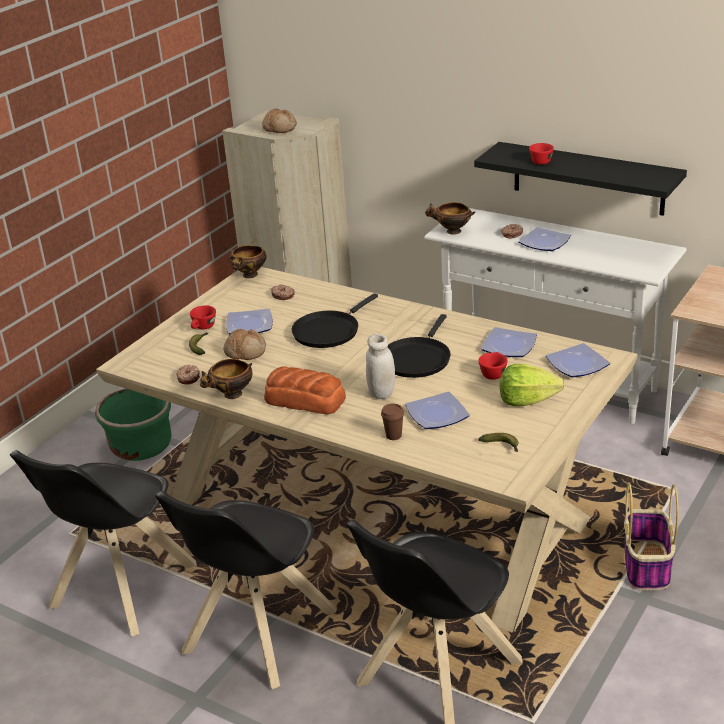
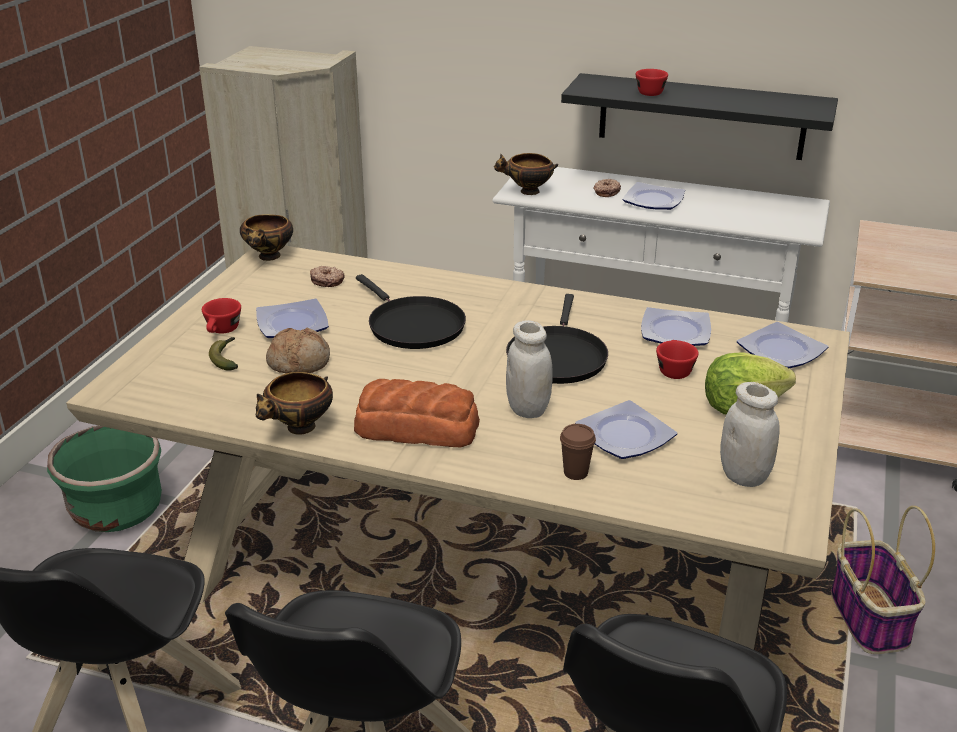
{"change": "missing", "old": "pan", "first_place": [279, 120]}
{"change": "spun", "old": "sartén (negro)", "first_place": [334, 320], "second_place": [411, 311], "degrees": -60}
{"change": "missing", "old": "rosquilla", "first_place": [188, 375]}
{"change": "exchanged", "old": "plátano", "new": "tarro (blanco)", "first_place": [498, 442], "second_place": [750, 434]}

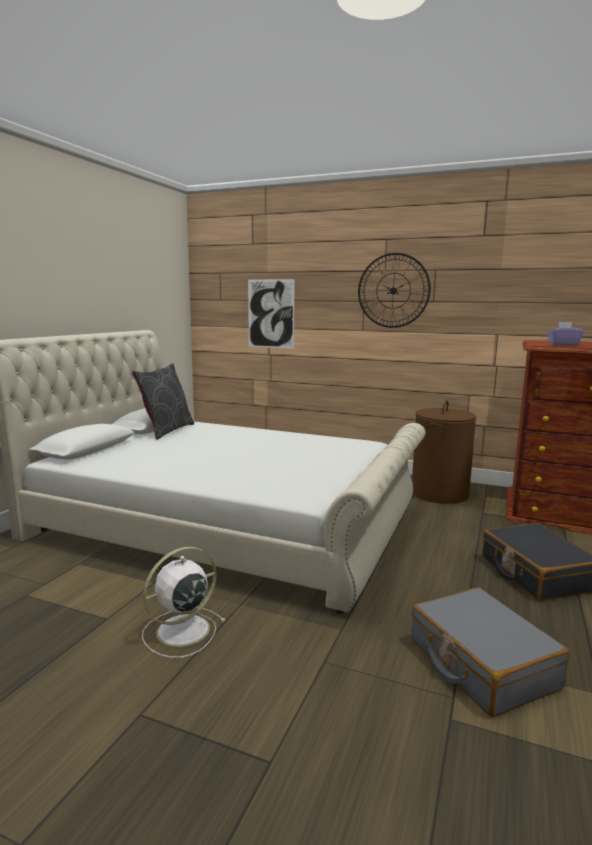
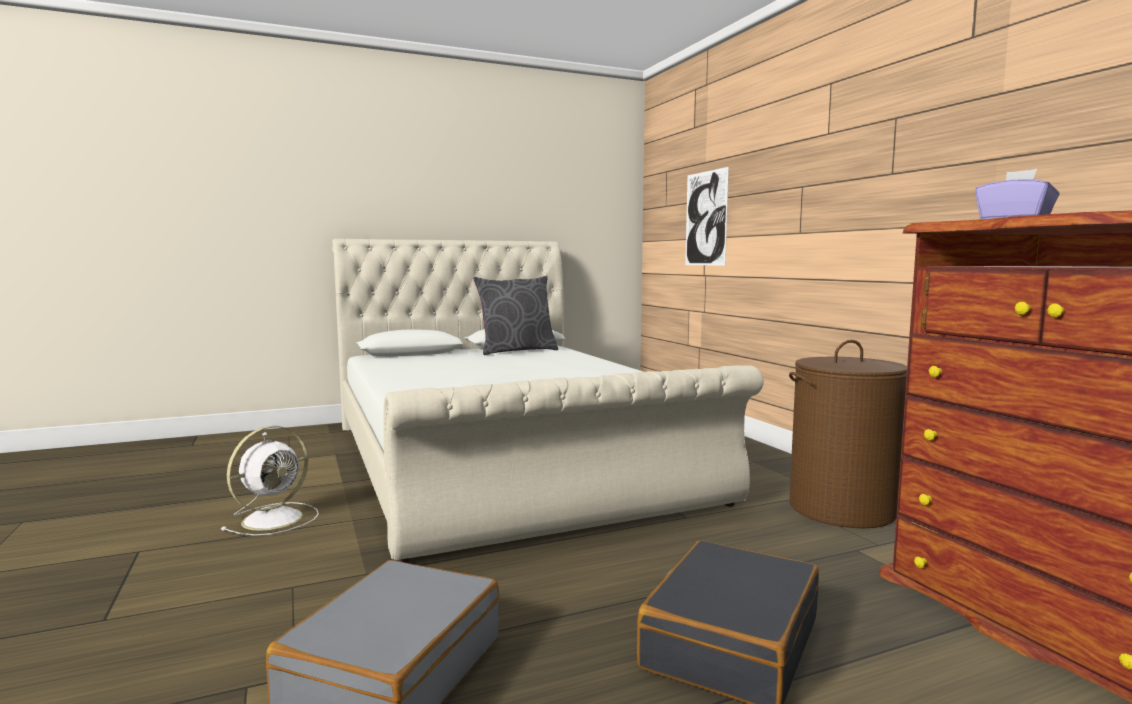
{"change": "missing", "old": "reloj de pared", "first_place": [394, 290]}
{"change": "spun", "old": "ventilador (blanco)", "first_place": [184, 602], "second_place": [270, 481], "degrees": 120}

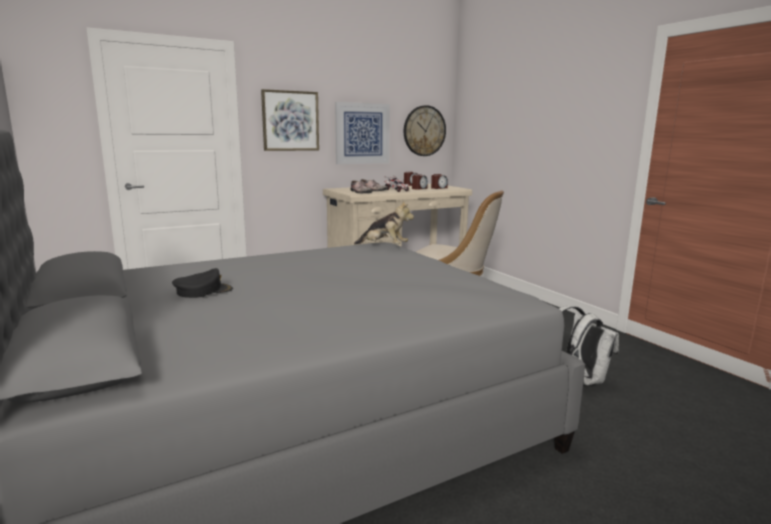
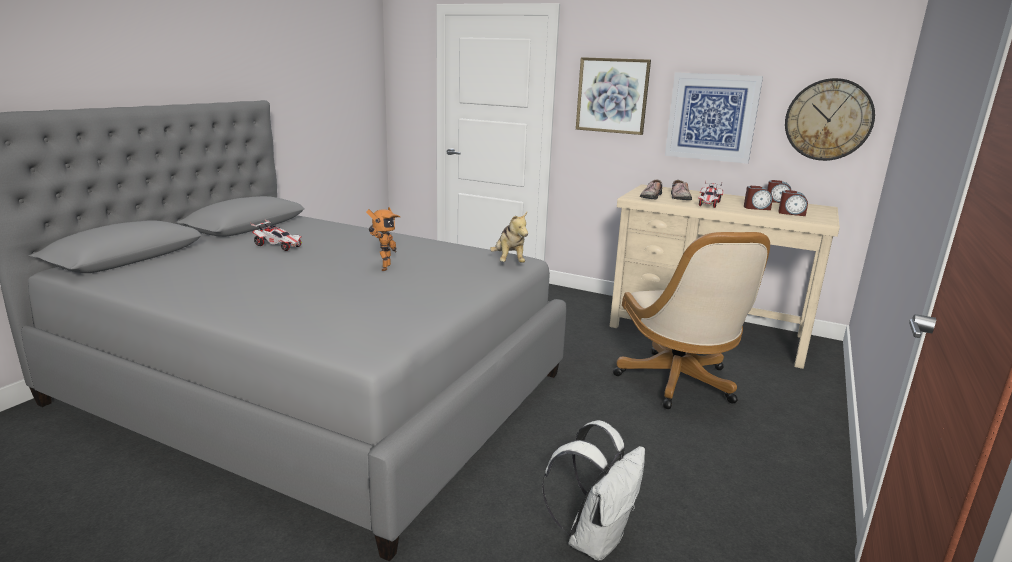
{"change": "exchanged", "old": "gorra (negro)", "new": "coche de juguete", "first_place": [202, 283], "second_place": [276, 235]}
{"change": "appeared", "new": "robot de juguete", "second_place": [383, 239]}

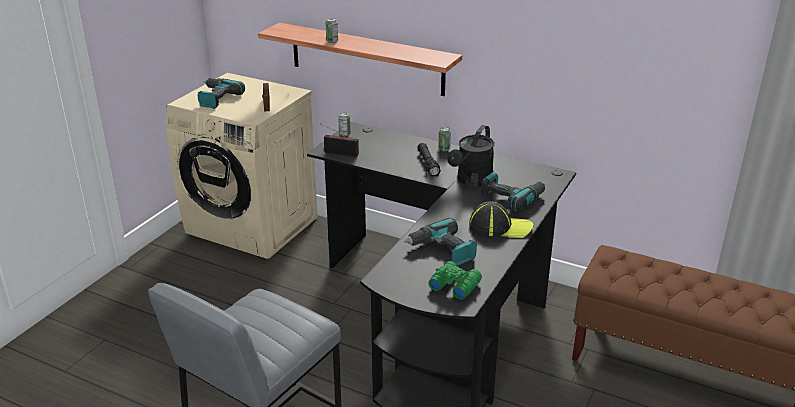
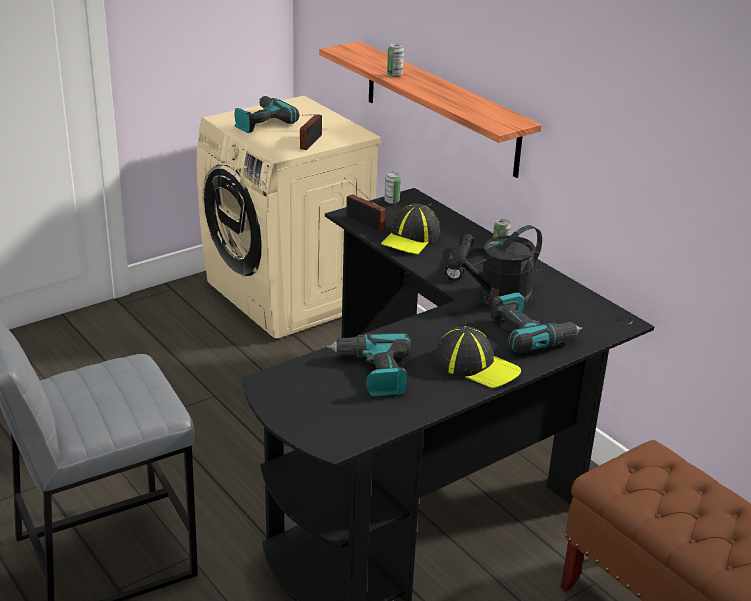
{"change": "missing", "old": "prismáticos (verde)", "first_place": [455, 280]}
{"change": "appeared", "new": "gorra", "second_place": [410, 229]}

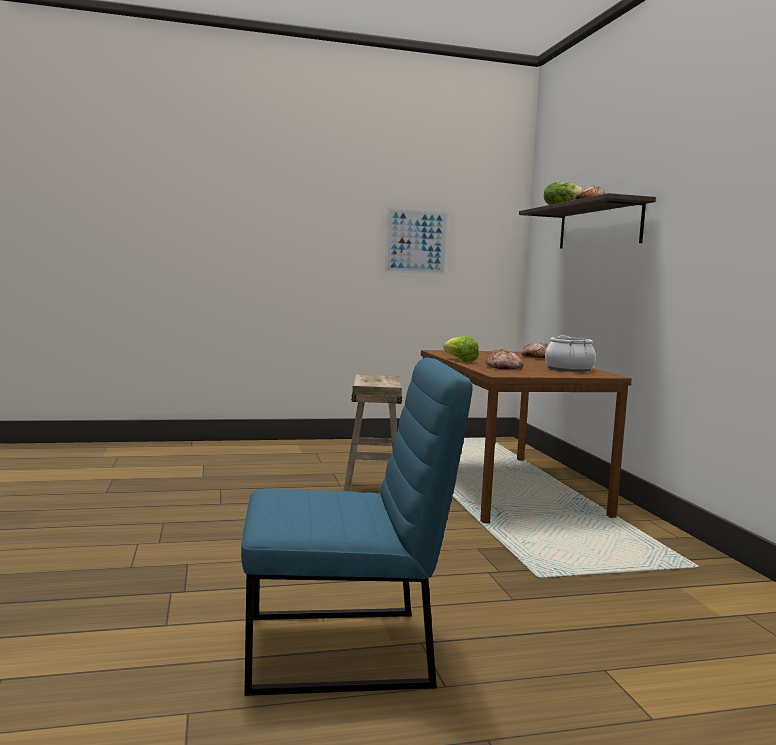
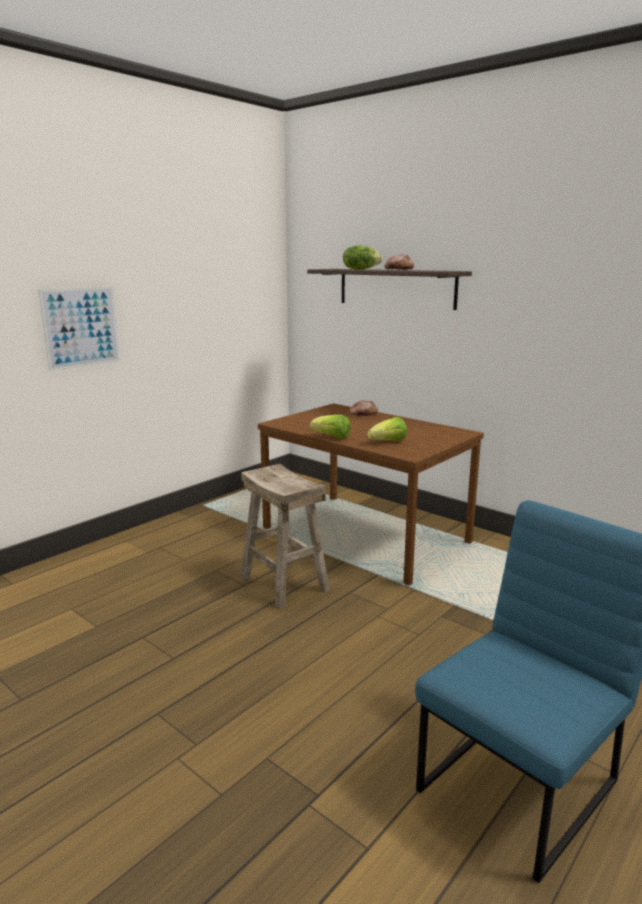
{"change": "relocated", "old": "cuadro", "first_place": [416, 241], "second_place": [79, 328]}
{"change": "missing", "old": "olla", "first_place": [570, 354]}
{"change": "exchanged", "old": "pan", "new": "lechuga", "first_place": [504, 359], "second_place": [387, 429]}

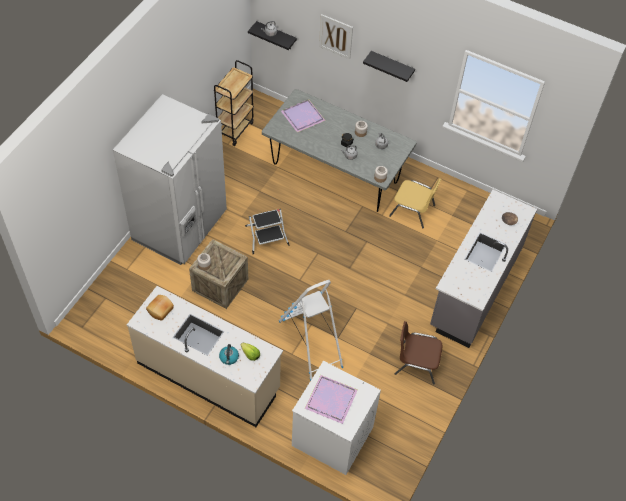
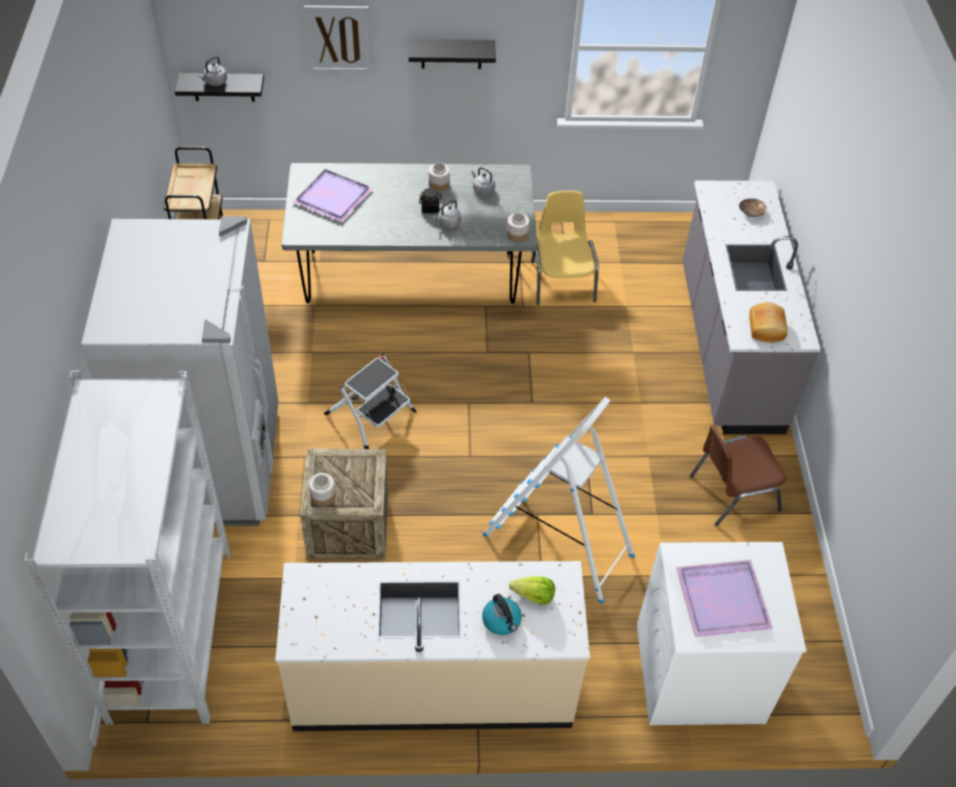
{"change": "spun", "old": "silla (amarillo)", "first_place": [415, 203], "second_place": [565, 248], "degrees": -90}
{"change": "relocated", "old": "pan", "first_place": [160, 308], "second_place": [768, 322]}
{"change": "appeared", "new": "estantería (blanco)", "second_place": [127, 547]}

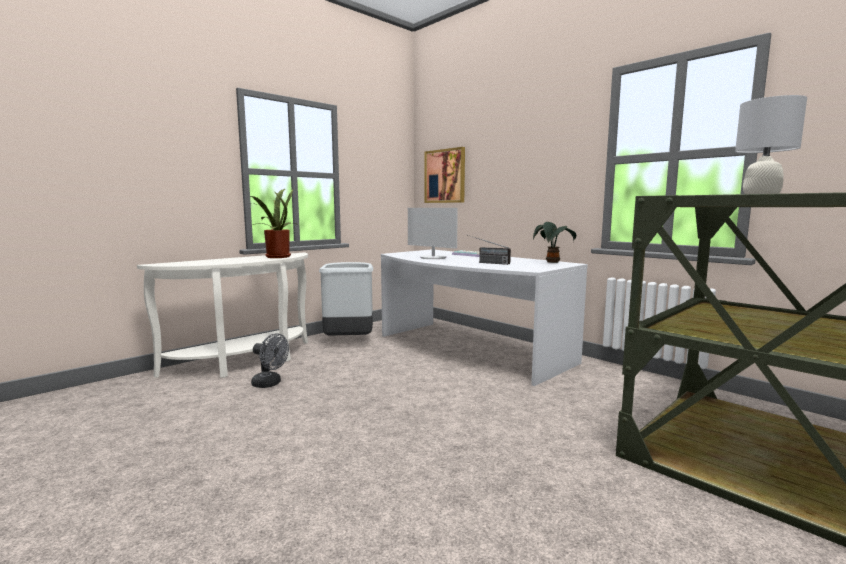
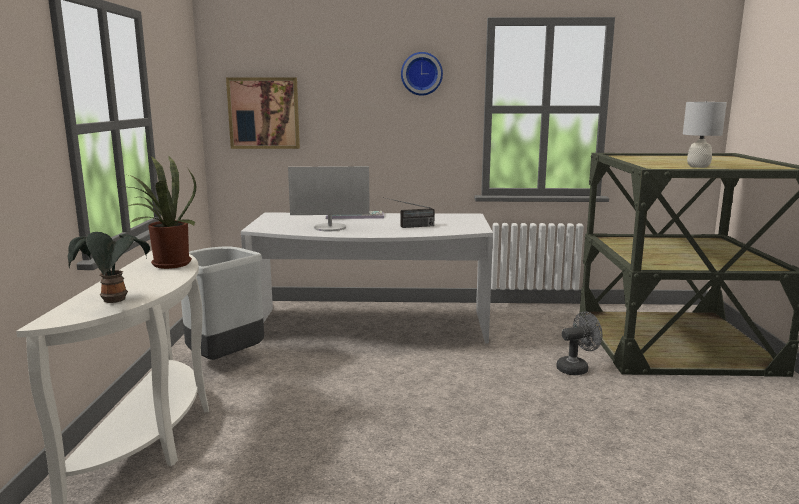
{"change": "relocated", "old": "planta en maceta", "first_place": [554, 242], "second_place": [108, 267]}
{"change": "relocated", "old": "ventilador (gris)", "first_place": [270, 360], "second_place": [579, 343]}
{"change": "appeared", "new": "reloj de pared", "second_place": [422, 74]}

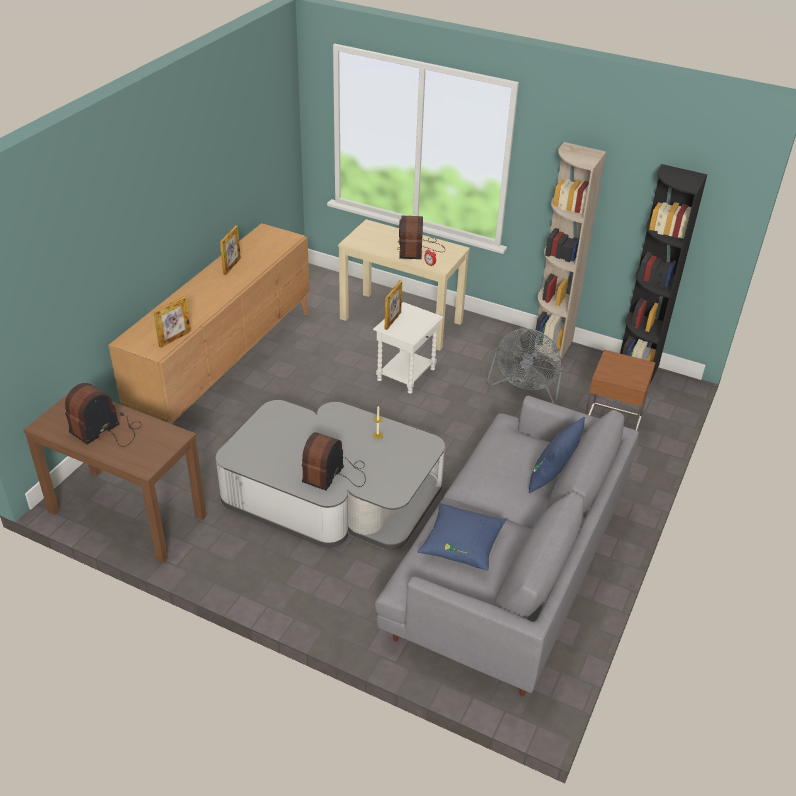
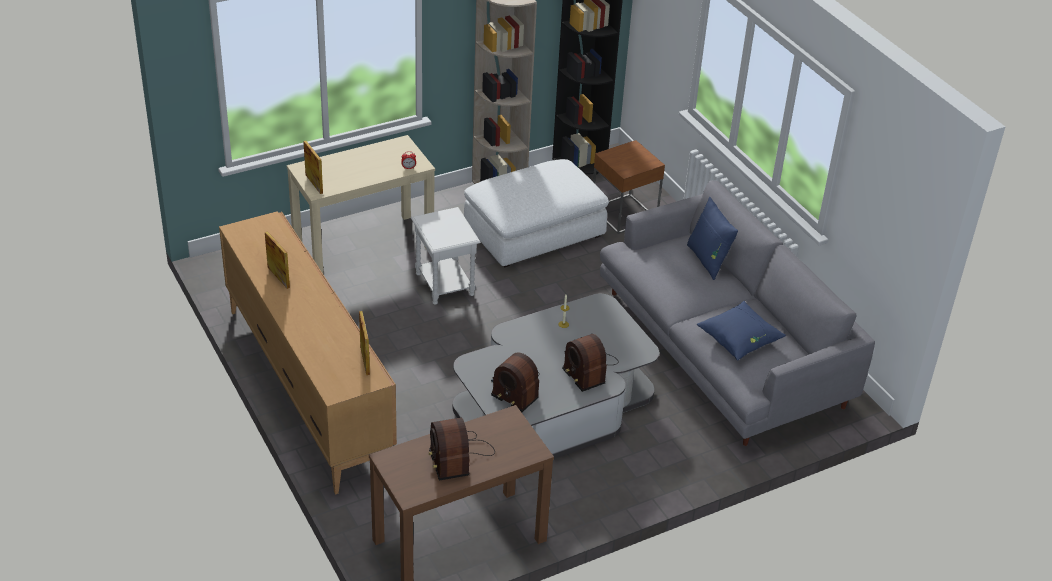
{"change": "relocated", "old": "radio", "first_place": [421, 237], "second_place": [515, 382]}
{"change": "relocated", "old": "portarretratos", "first_place": [393, 305], "second_place": [313, 167]}
{"change": "exchanged", "old": "ventilador (gris)", "new": "puf (blanco)", "first_place": [525, 366], "second_place": [536, 213]}

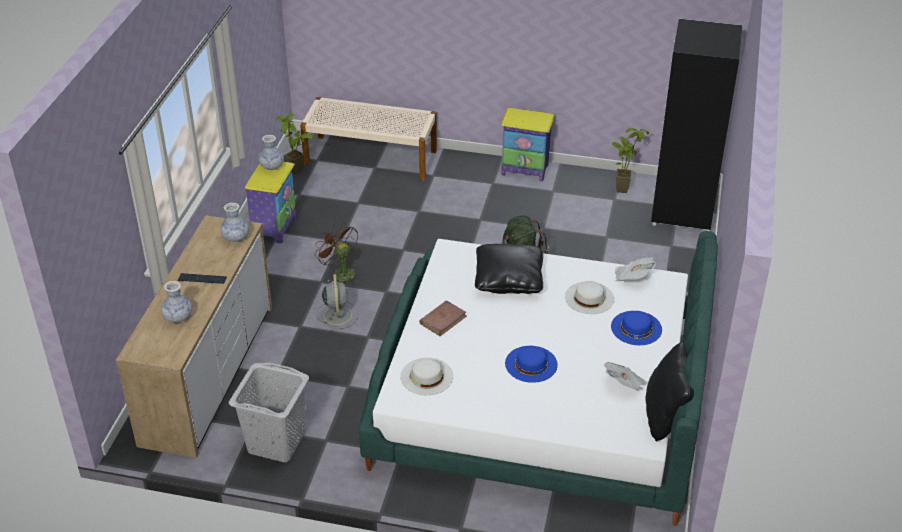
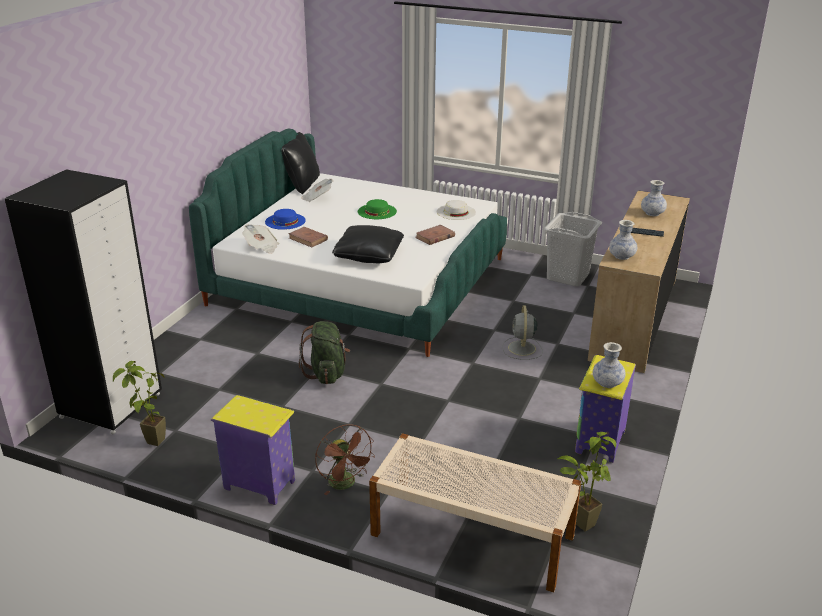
{"change": "relocated", "old": "ventilador (marrón)", "first_place": [336, 254], "second_place": [345, 459]}
{"change": "exchanged", "old": "sombrero (blanco)", "new": "libro (marrón)", "first_place": [589, 297], "second_place": [308, 237]}
{"change": "colour", "old": "sombrero (azul)", "new": "sombrero (verde)", "first_place": [531, 364], "second_place": [377, 209]}

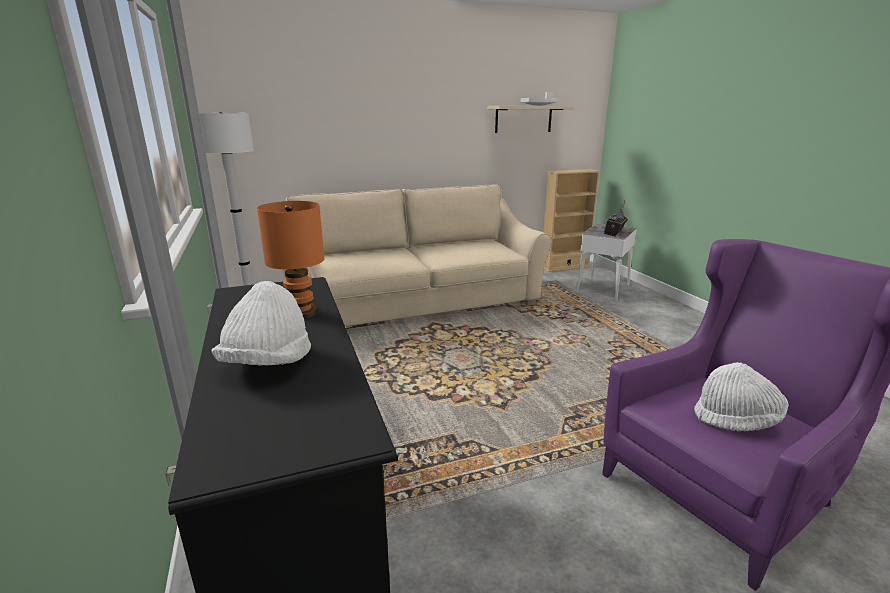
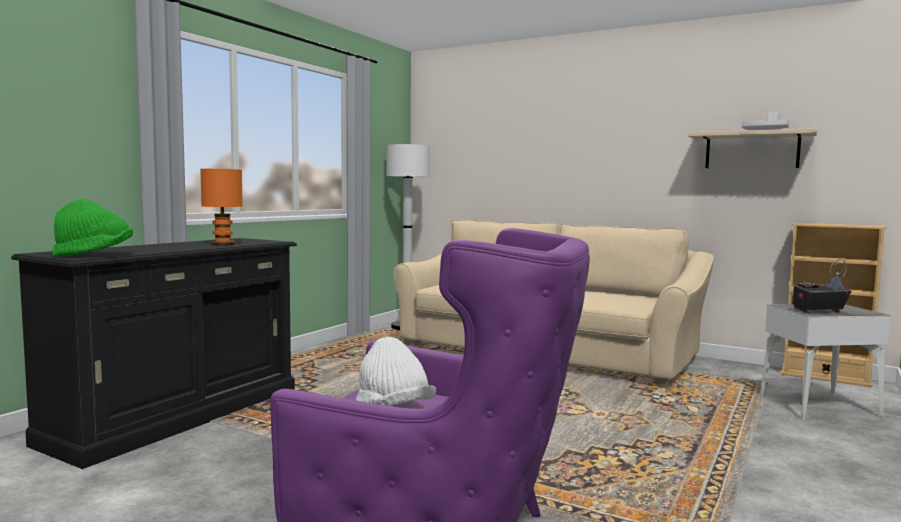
{"change": "missing", "old": "sombrero (blanco)", "first_place": [261, 323]}
{"change": "appeared", "new": "sombrero (verde)", "second_place": [92, 228]}

